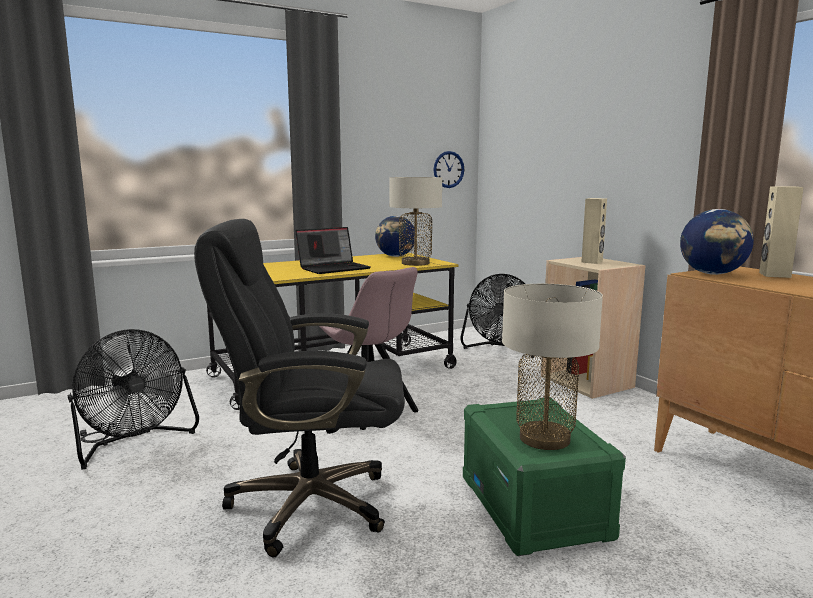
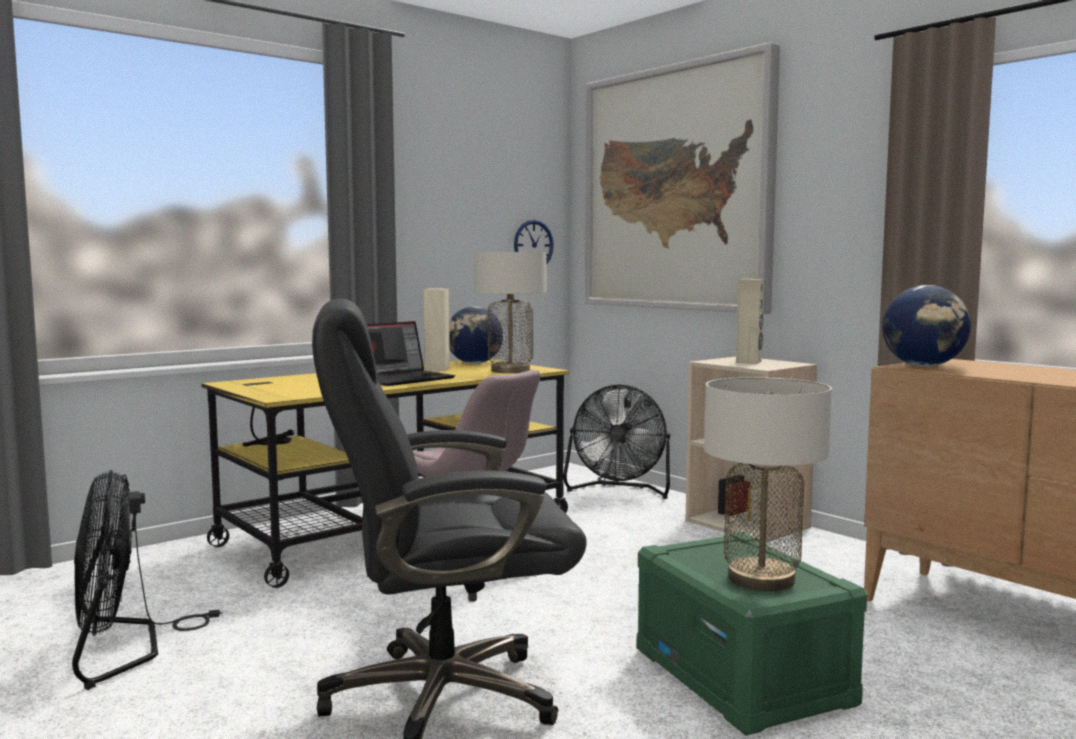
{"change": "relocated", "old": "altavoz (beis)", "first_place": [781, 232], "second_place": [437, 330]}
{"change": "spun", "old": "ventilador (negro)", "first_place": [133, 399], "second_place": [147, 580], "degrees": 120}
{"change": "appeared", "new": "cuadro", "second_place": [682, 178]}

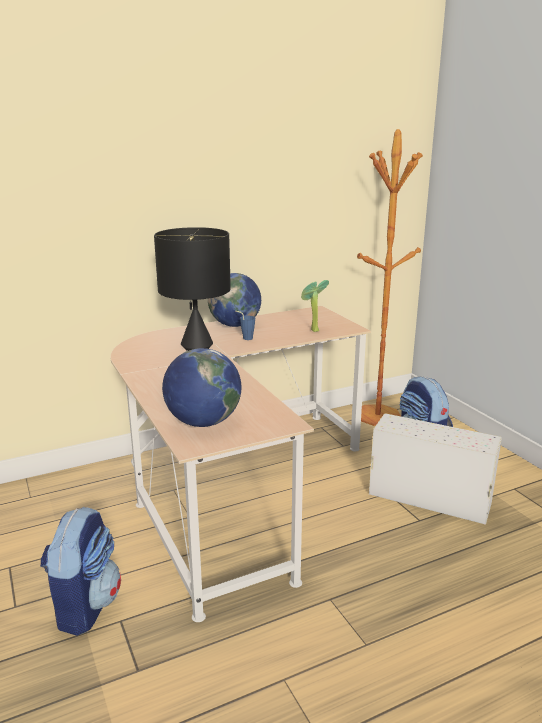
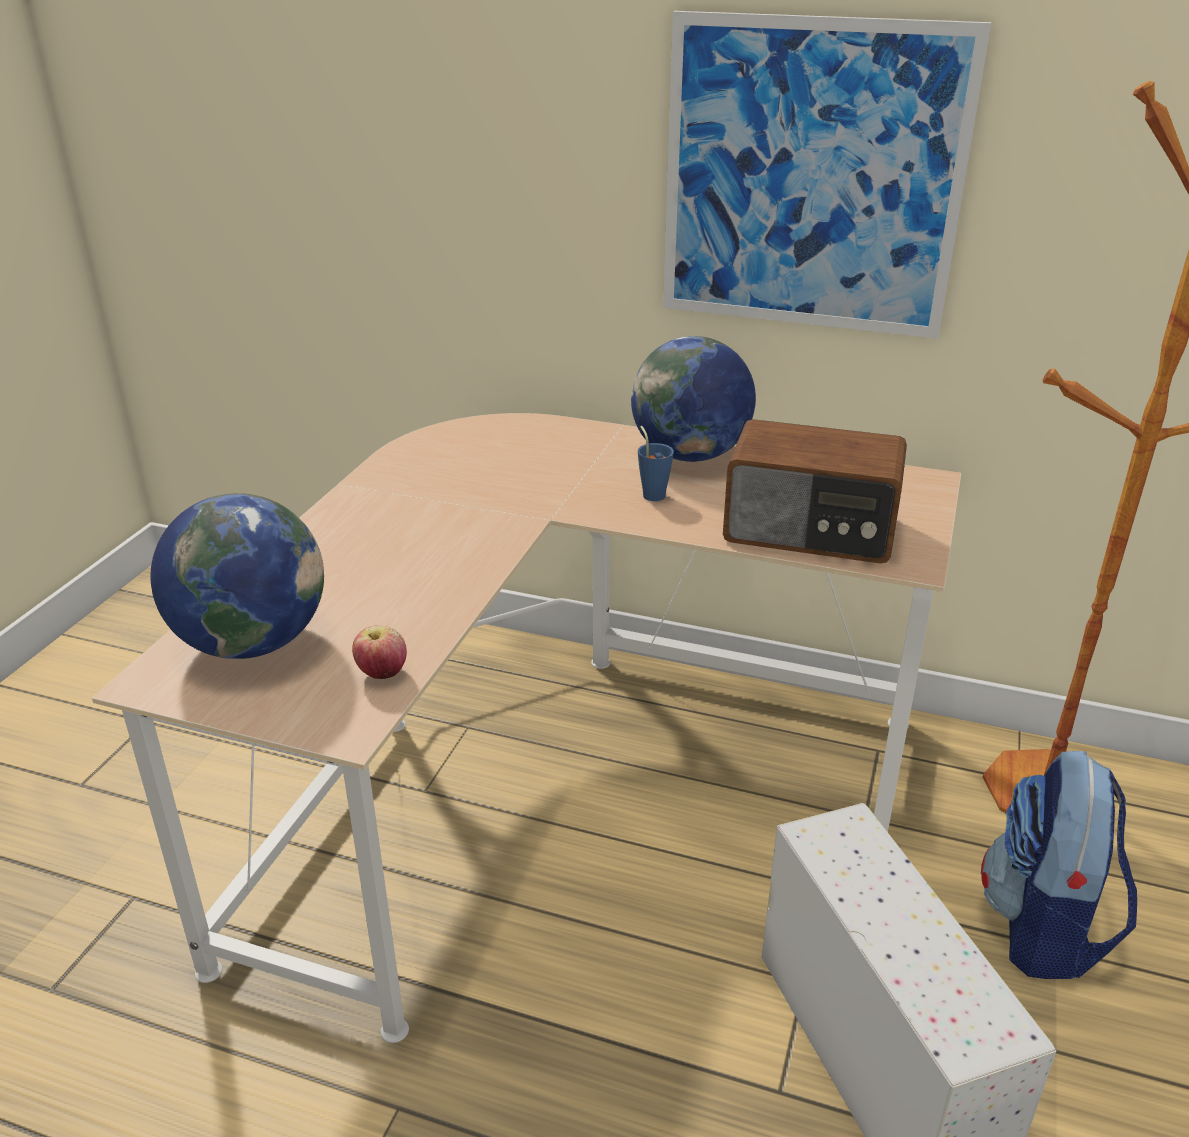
{"change": "missing", "old": "lámpara de mesa (negro)", "first_place": [192, 289]}
{"change": "exchanged", "old": "planta en maceta", "new": "radio", "first_place": [315, 306], "second_place": [815, 491]}
{"change": "missing", "old": "mochila", "first_place": [80, 571]}
{"change": "appeared", "new": "cuadro", "second_place": [827, 175]}
{"change": "appeared", "new": "manzana", "second_place": [379, 652]}

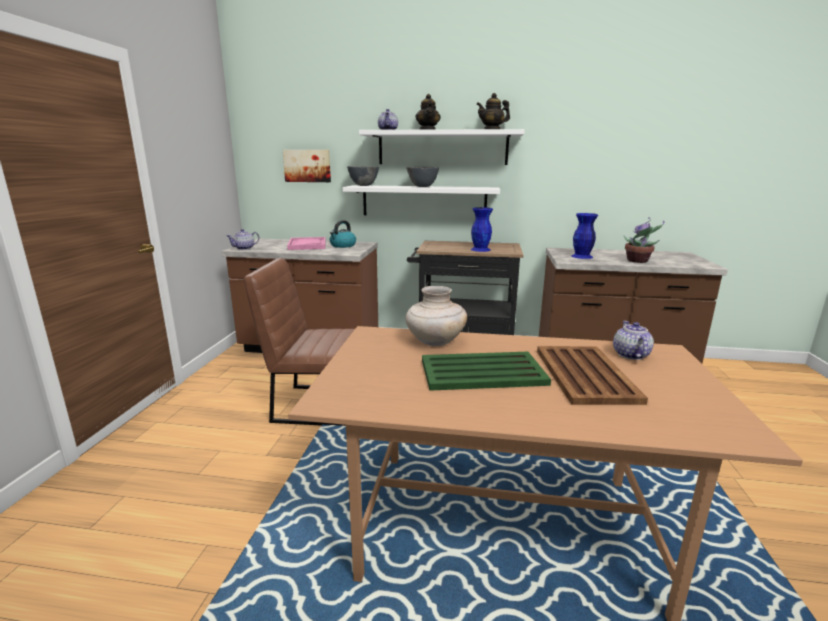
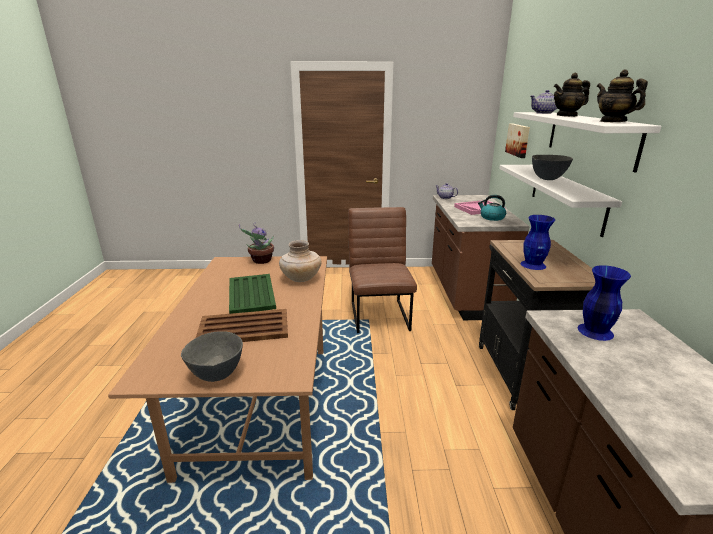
{"change": "relocated", "old": "cuenco (gris)", "first_place": [363, 176], "second_place": [212, 356]}
{"change": "relocated", "old": "planta en maceta", "first_place": [643, 240], "second_place": [256, 243]}
{"change": "missing", "old": "tetera", "first_place": [633, 340]}

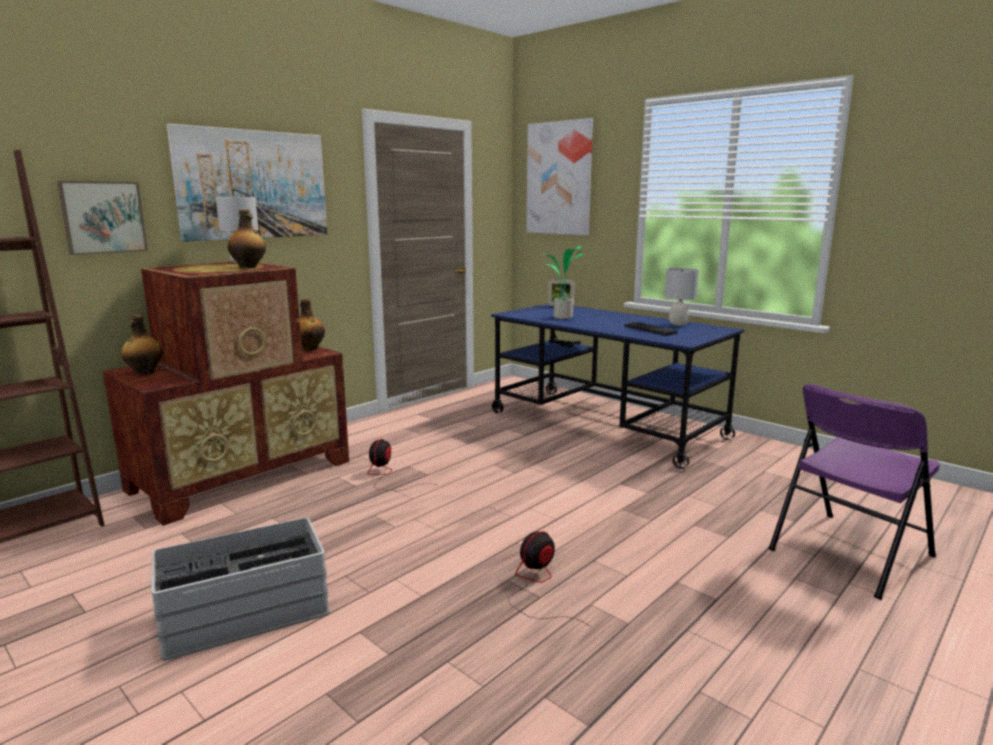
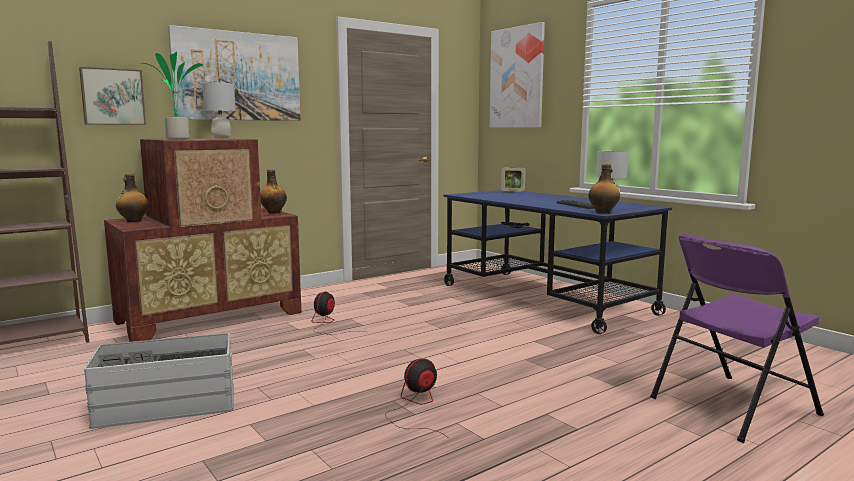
{"change": "relocated", "old": "botella", "first_place": [247, 238], "second_place": [604, 188]}
{"change": "relocated", "old": "planta en maceta", "first_place": [563, 282], "second_place": [171, 95]}

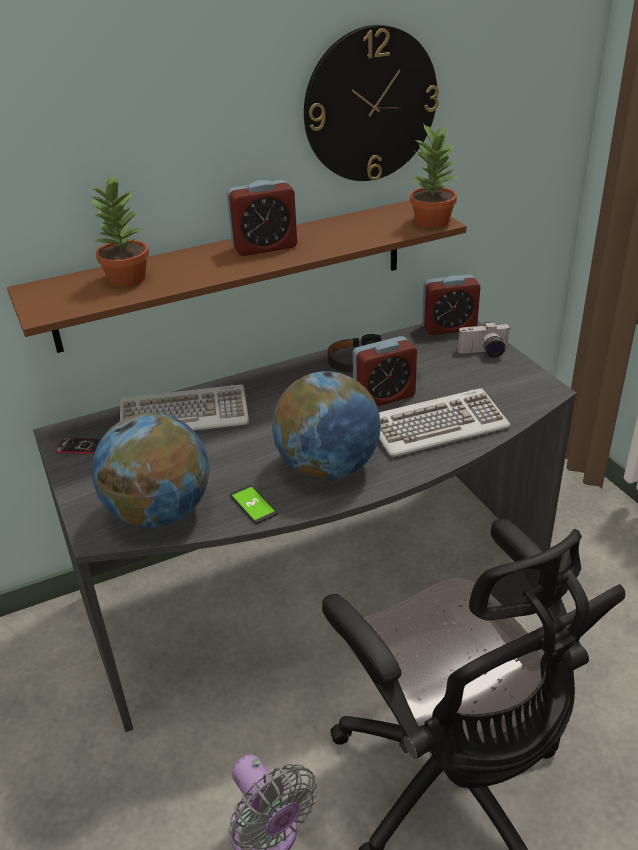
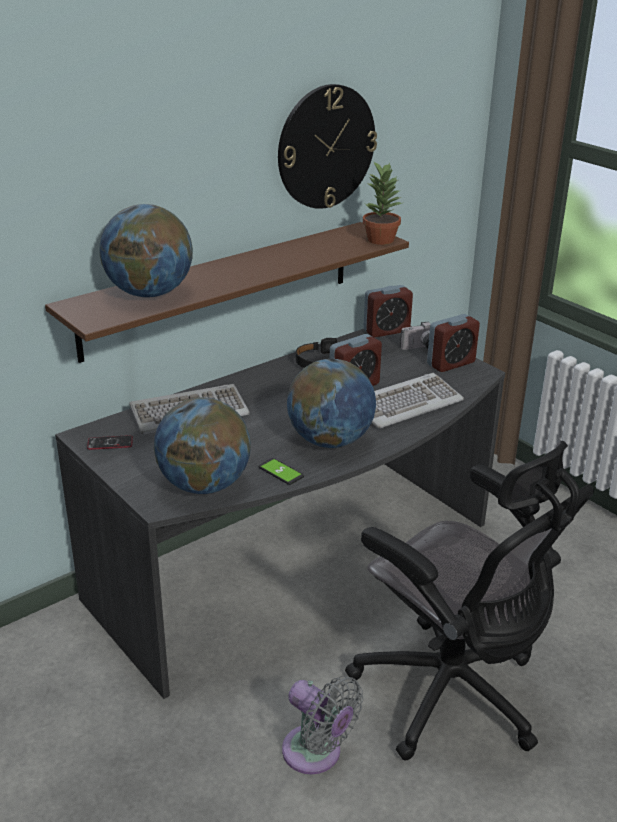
{"change": "exchanged", "old": "planta en maceta", "new": "globo terráqueo", "first_place": [119, 230], "second_place": [146, 250]}
{"change": "relocated", "old": "despertador", "first_place": [262, 218], "second_place": [453, 343]}

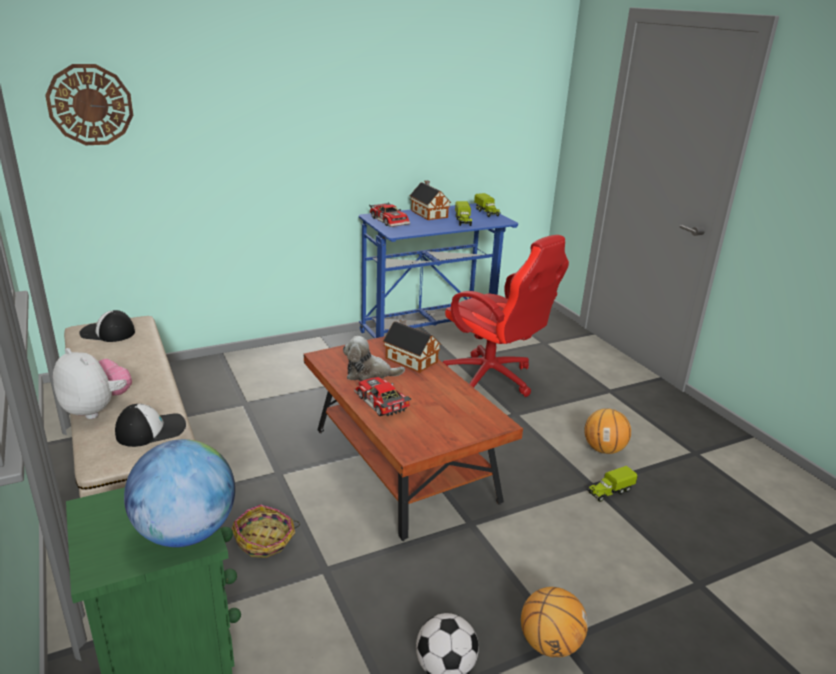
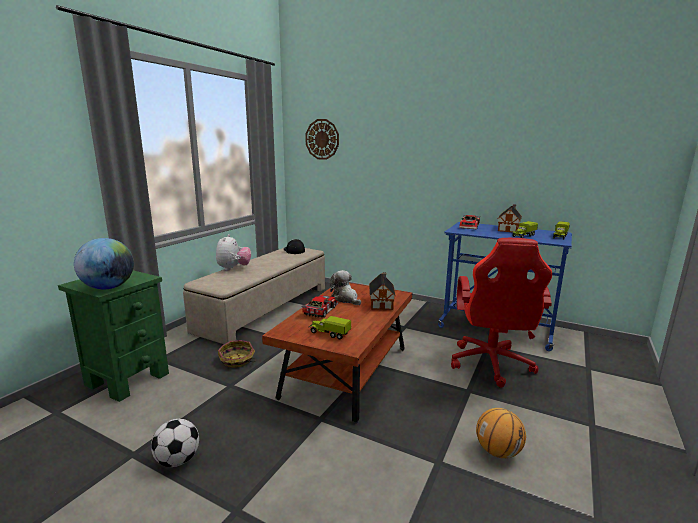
{"change": "missing", "old": "gorra", "first_place": [150, 425]}
{"change": "relocated", "old": "camión de juguete", "first_place": [612, 484], "second_place": [329, 328]}
{"change": "missing", "old": "balón de baloncesto", "first_place": [554, 622]}

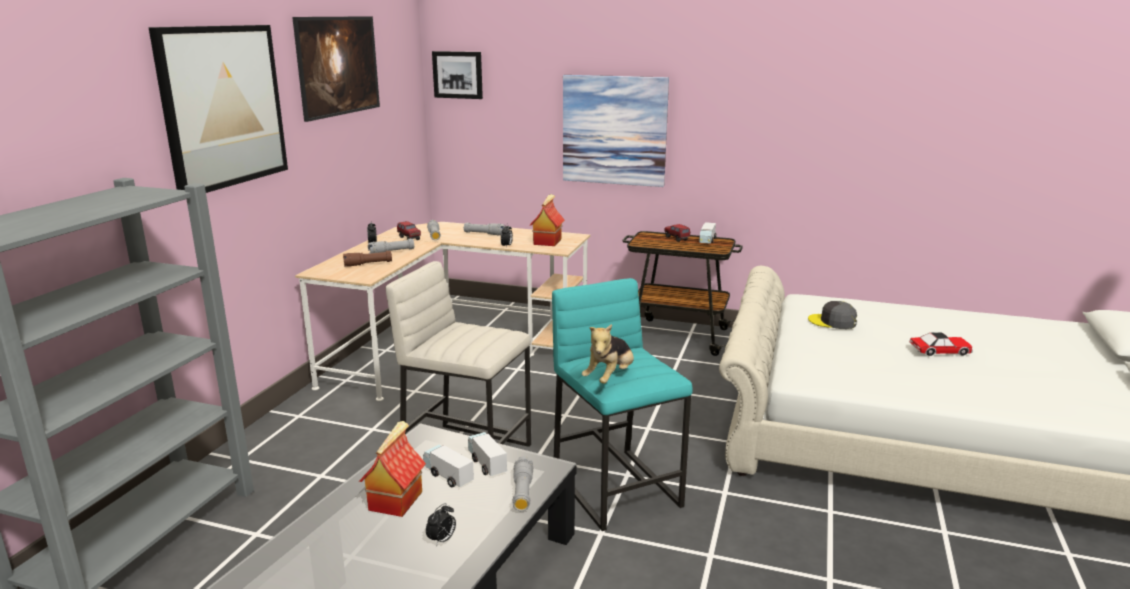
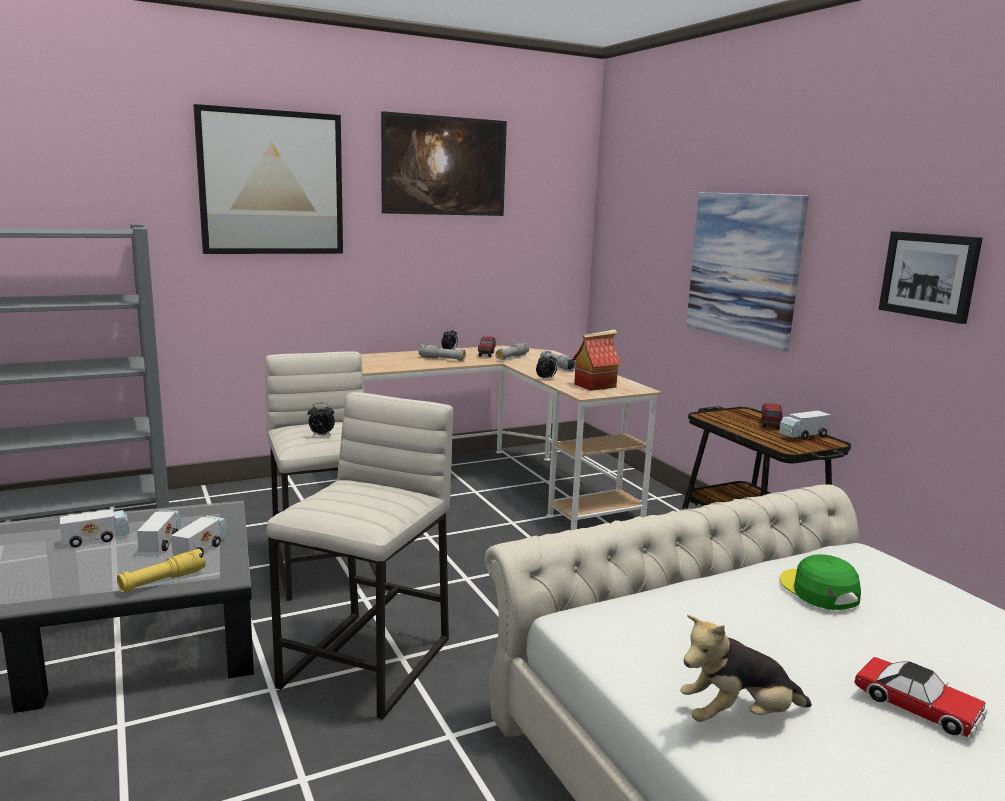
{"change": "relocated", "old": "cuadro", "first_place": [457, 75], "second_place": [931, 277]}
{"change": "missing", "old": "linterna (marrón)", "first_place": [367, 259]}
{"change": "colour", "old": "taburete (turquesa)", "new": "taburete (beis)", "first_place": [622, 404], "second_place": [360, 556]}
{"change": "colour", "old": "gorra (gris)", "new": "gorra (verde)", "first_place": [832, 315], "second_place": [820, 582]}
{"change": "relocated", "old": "peluche", "first_place": [608, 354], "second_place": [746, 668]}
{"change": "exchanged", "old": "casita", "new": "camión de juguete", "first_place": [392, 469], "second_place": [94, 528]}
{"change": "colour", "old": "linterna (gris)", "new": "linterna (amarillo)", "first_place": [522, 483], "second_place": [161, 571]}
{"change": "relocated", "old": "despertador", "first_place": [441, 524], "second_place": [321, 419]}

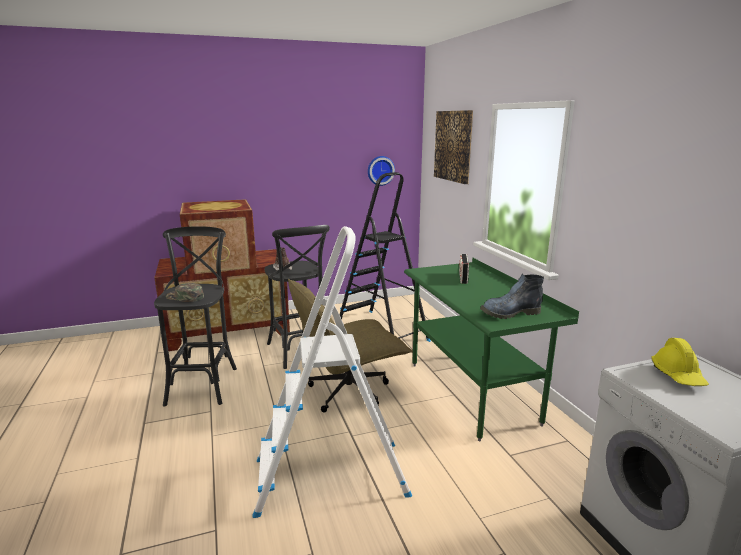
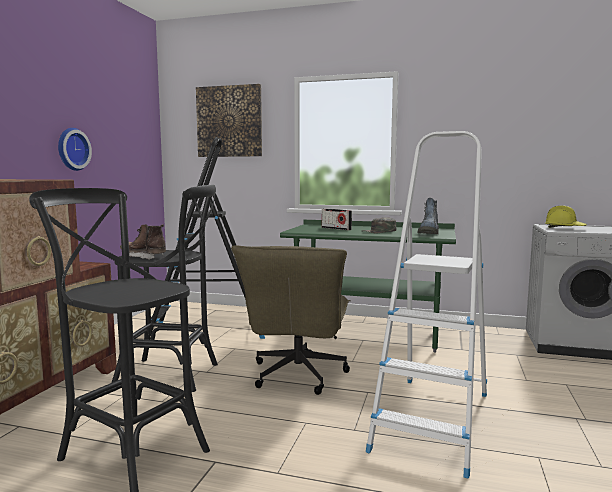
{"change": "relocated", "old": "reloj de pared", "first_place": [381, 171], "second_place": [75, 149]}
{"change": "relocated", "old": "gorra (verde)", "first_place": [185, 292], "second_place": [379, 225]}

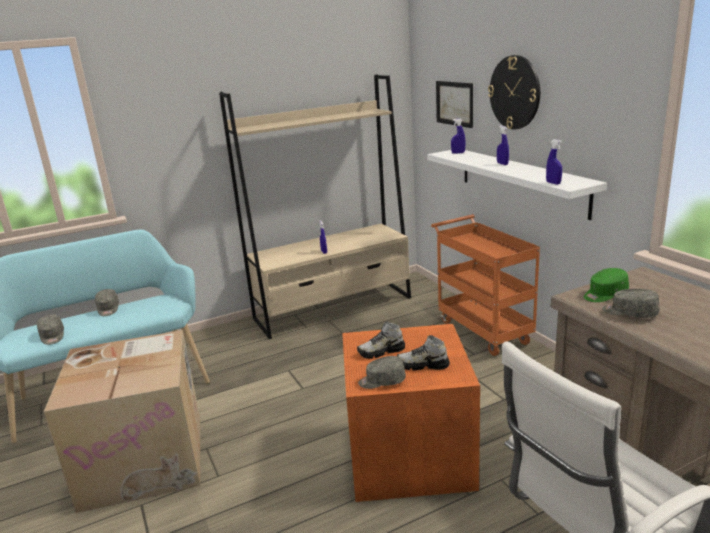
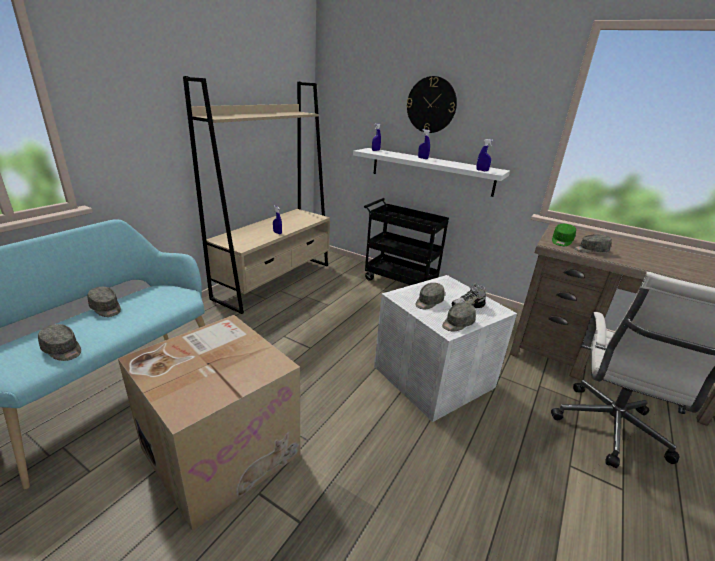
{"change": "missing", "old": "cuadro", "first_place": [454, 104]}
{"change": "colour", "old": "carrito (naranja)", "new": "carrito (negro)", "first_place": [485, 285], "second_place": [406, 241]}
{"change": "exchanged", "old": "zapato", "new": "gorra (gris)", "first_place": [381, 340], "second_place": [429, 296]}
{"change": "colour", "old": "caja de almacenaje (naranja)", "new": "caja de almacenaje (blanco)", "first_place": [411, 413], "second_place": [445, 348]}

